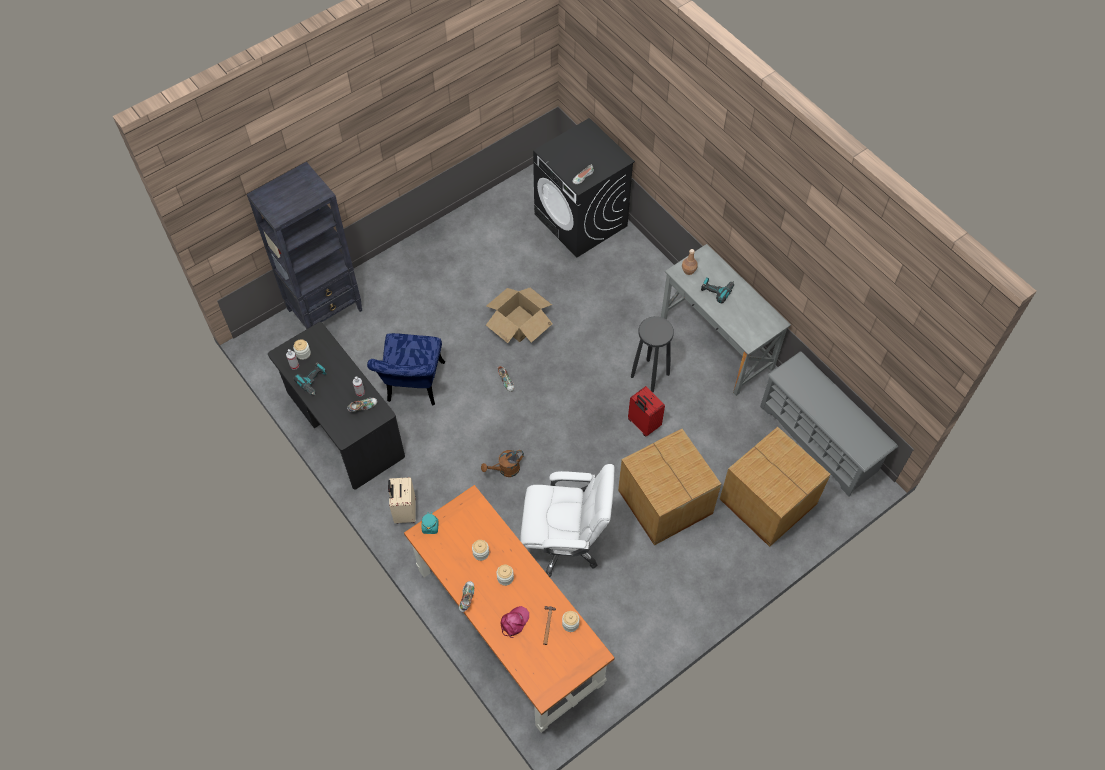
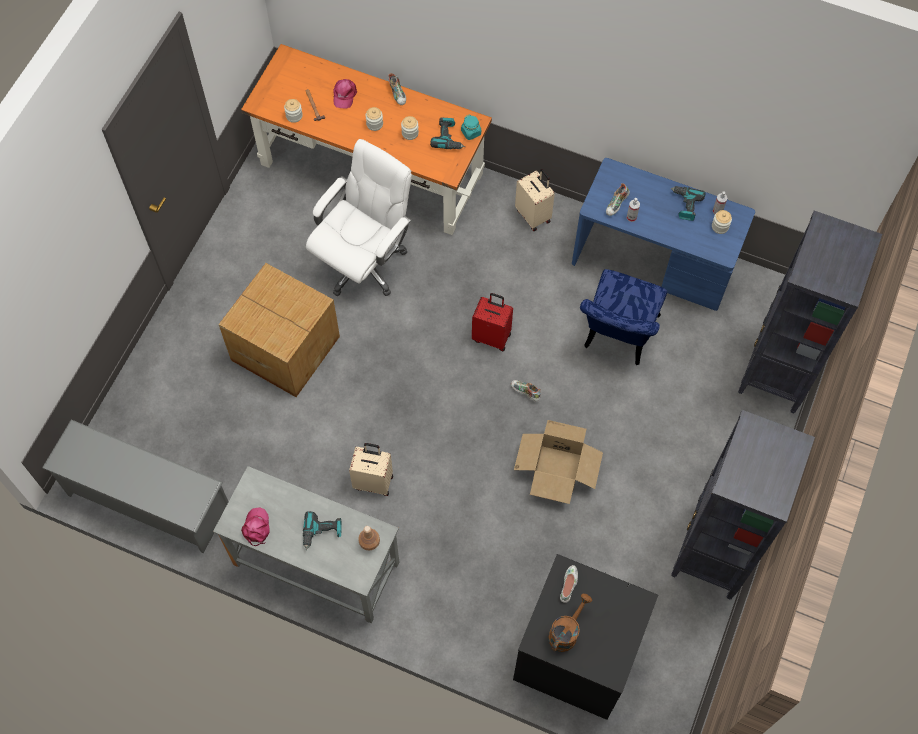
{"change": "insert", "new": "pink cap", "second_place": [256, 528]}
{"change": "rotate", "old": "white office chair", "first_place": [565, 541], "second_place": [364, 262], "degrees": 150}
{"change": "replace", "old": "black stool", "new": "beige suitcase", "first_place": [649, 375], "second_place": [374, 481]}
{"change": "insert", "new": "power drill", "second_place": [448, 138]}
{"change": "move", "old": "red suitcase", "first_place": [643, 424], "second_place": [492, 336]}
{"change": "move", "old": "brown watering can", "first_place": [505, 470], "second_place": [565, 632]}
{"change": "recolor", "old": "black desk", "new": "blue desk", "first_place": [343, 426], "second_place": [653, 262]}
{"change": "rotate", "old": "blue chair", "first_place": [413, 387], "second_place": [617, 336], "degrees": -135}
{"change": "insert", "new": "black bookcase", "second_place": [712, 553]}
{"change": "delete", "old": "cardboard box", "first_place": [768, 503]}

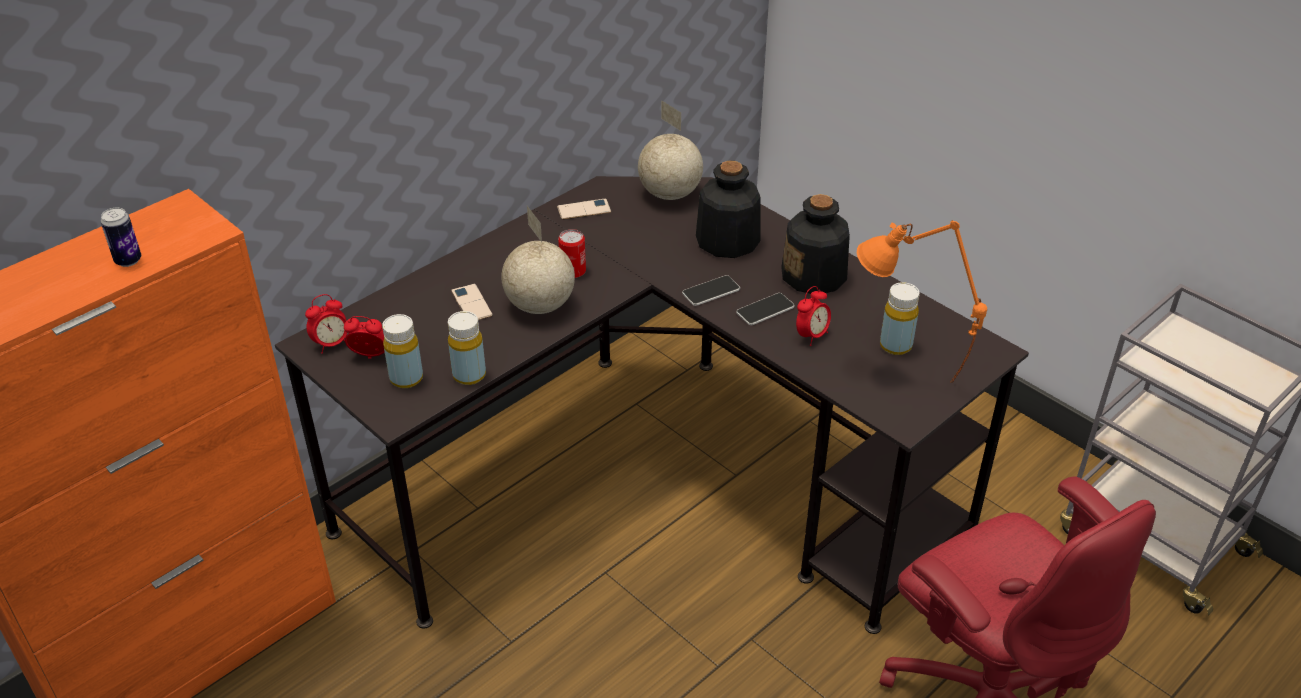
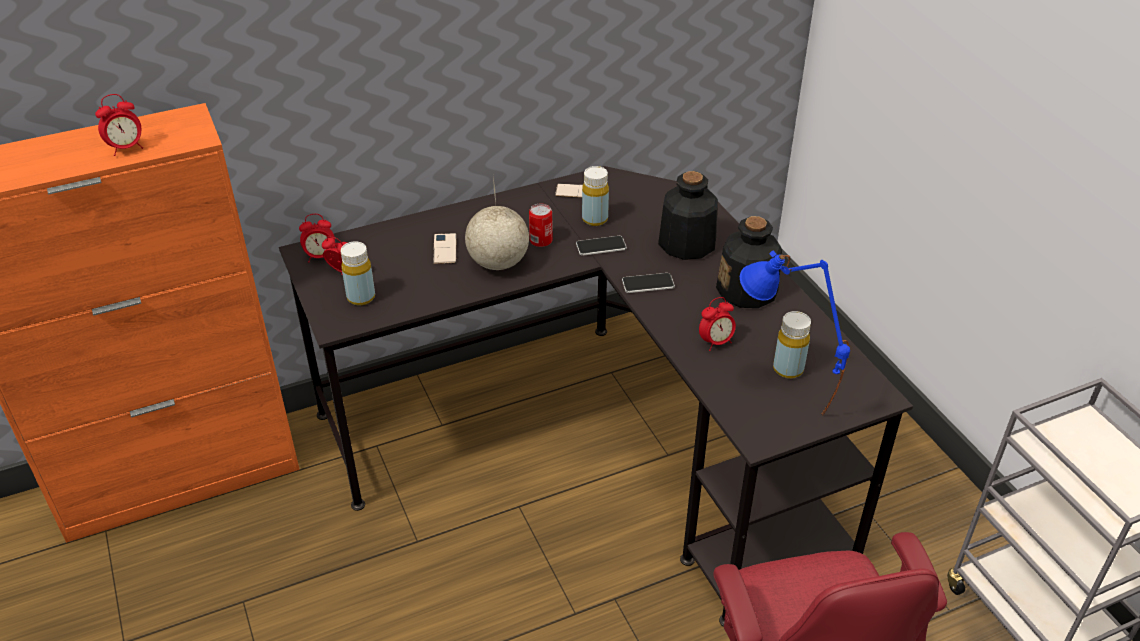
{"change": "replace", "old": "can", "new": "alarm clock", "first_place": [128, 260], "second_place": [126, 148]}
{"change": "move", "old": "phone", "first_place": [765, 310], "second_place": [601, 246]}
{"change": "move", "old": "yellow bottle", "first_place": [469, 375], "second_place": [595, 219]}
{"change": "recolor", "old": "orange table lamp", "new": "blue table lamp", "first_place": [904, 380], "second_place": [778, 402]}
{"change": "delete", "old": "globe", "first_place": [670, 194]}

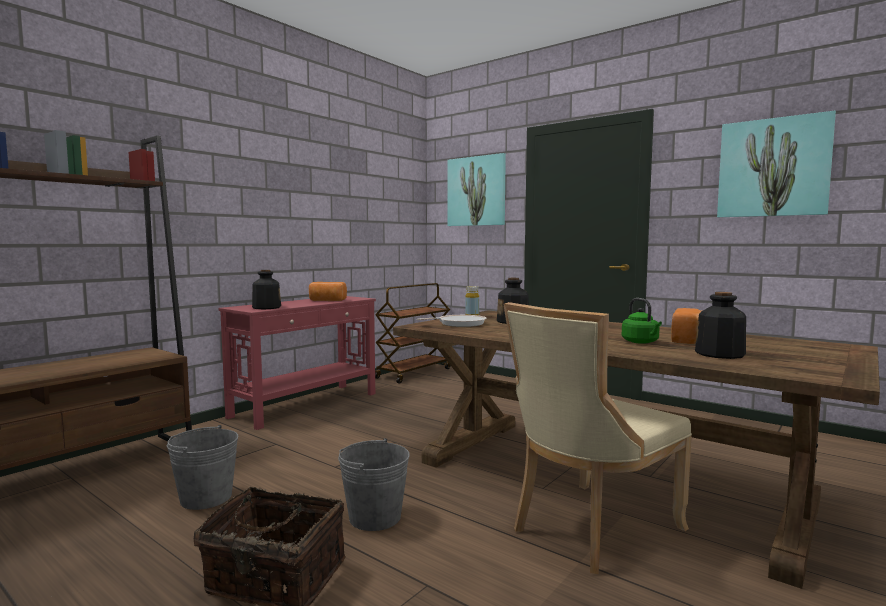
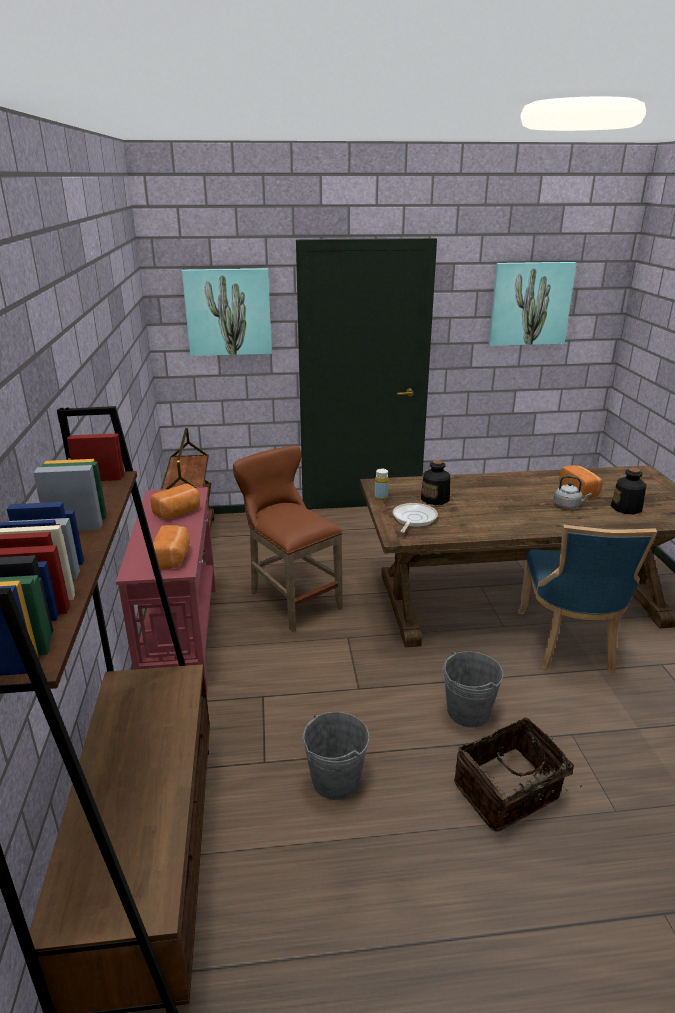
{"change": "replace", "old": "bottle", "new": "bread", "first_place": [266, 307], "second_place": [173, 558]}
{"change": "insert", "new": "brown stool", "second_place": [290, 599]}
{"change": "recolor", "old": "beige chair", "new": "blue chair", "first_place": [590, 529], "second_place": [568, 644]}
{"change": "recolor", "old": "green kettle", "new": "grey kettle", "first_place": [641, 342], "second_place": [568, 506]}

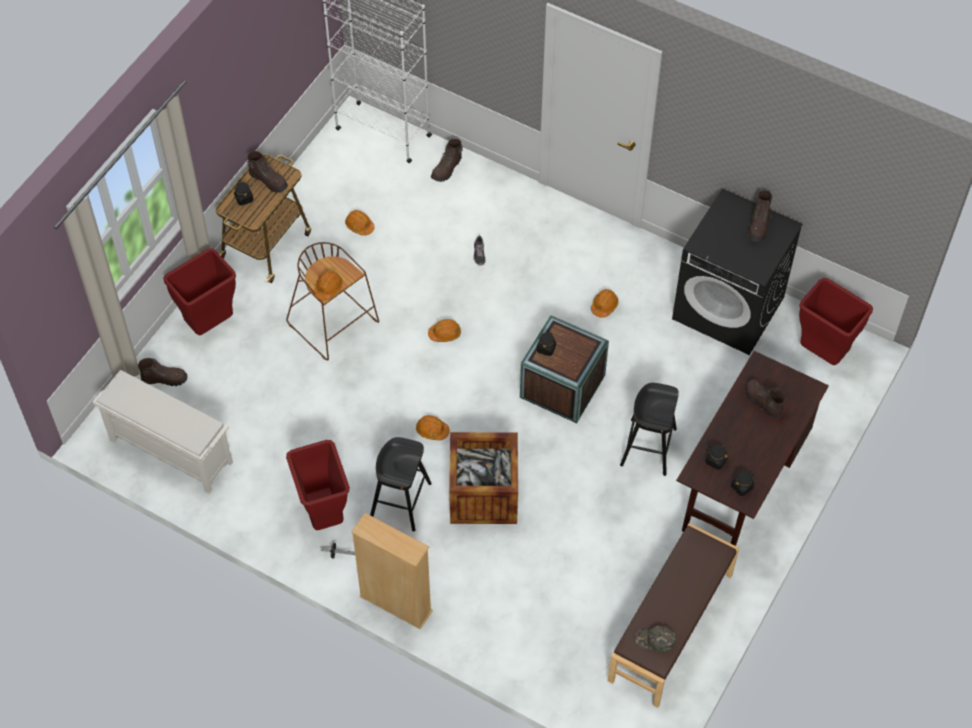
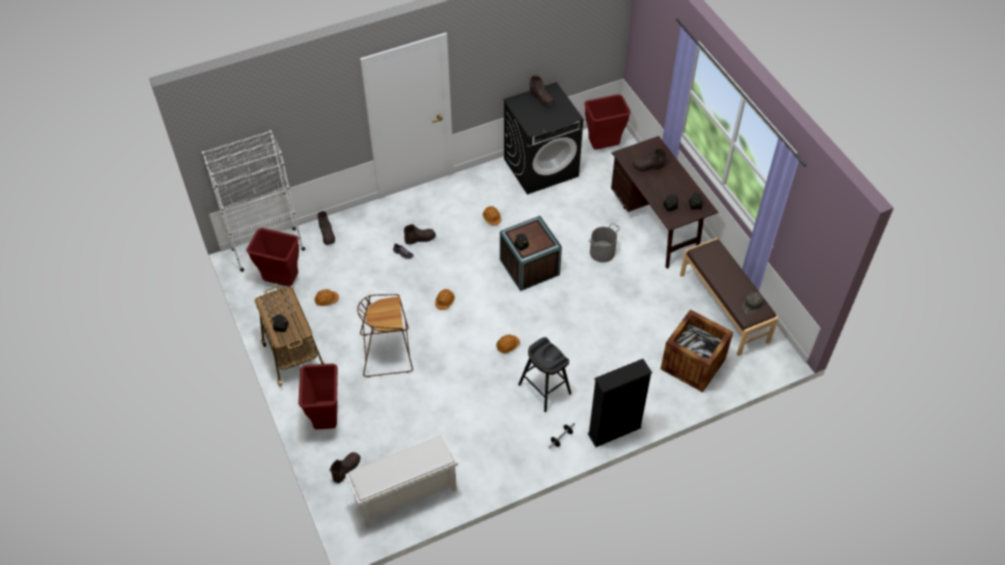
{"change": "move", "old": "red trash can", "first_place": [325, 515], "second_place": [283, 282]}
{"change": "move", "old": "brown boot", "first_place": [269, 180], "second_place": [420, 239]}
{"change": "replace", "old": "black stool", "new": "grey bucket", "first_place": [648, 447], "second_place": [602, 252]}
{"change": "recolor", "old": "beige bookcase", "new": "black bookcase", "first_place": [395, 604], "second_place": [614, 431]}
{"change": "move", "old": "crate", "first_place": [483, 494], "second_place": [693, 364]}
{"change": "delete", "old": "orange hard hat", "first_place": [328, 288]}

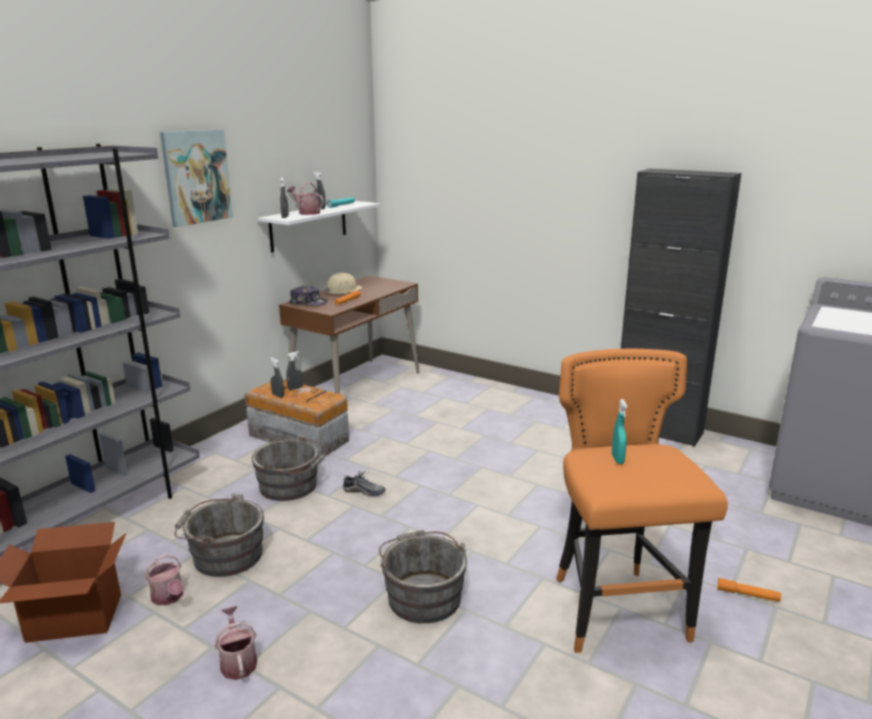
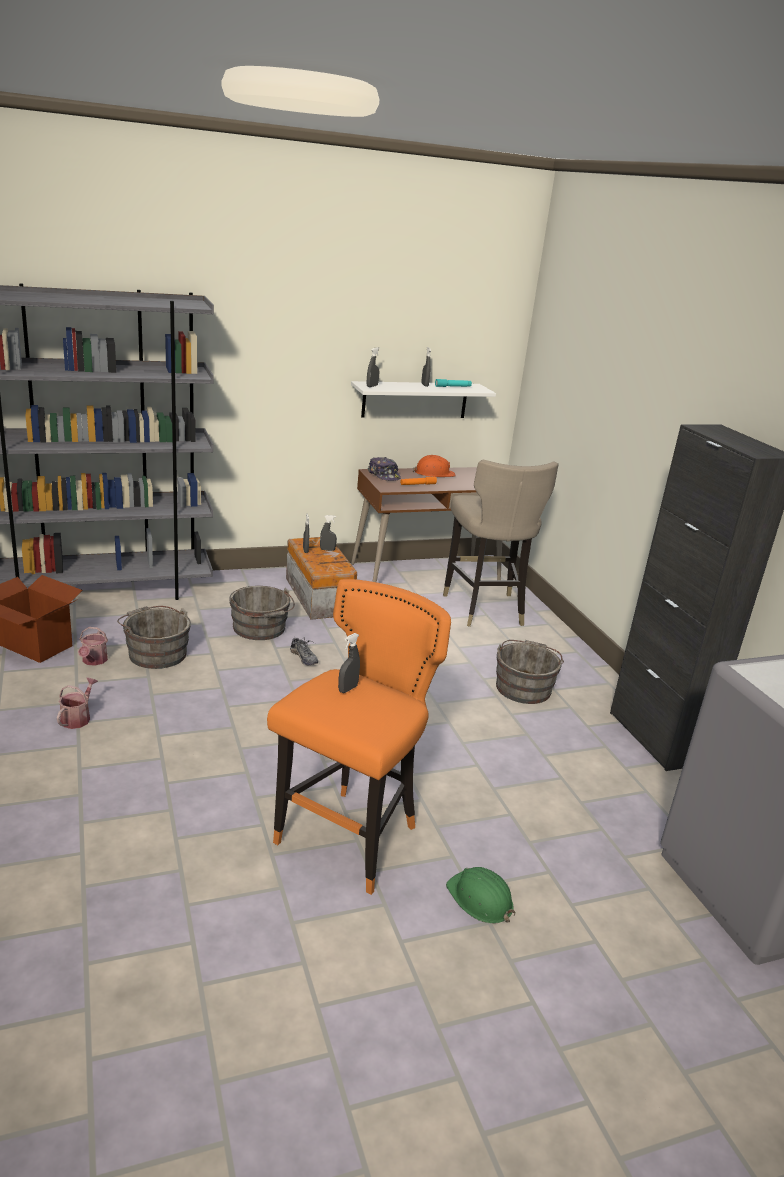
{"change": "recolor", "old": "turquoise spray bottle", "new": "grey spray bottle", "first_place": [617, 459], "second_place": [347, 689]}
{"change": "recolor", "old": "beige hard hat", "new": "orange hard hat", "first_place": [342, 290], "second_place": [434, 473]}
{"change": "insert", "new": "beige stool", "second_place": [484, 609]}
{"change": "replace", "old": "orange flashlight", "new": "green hard hat", "first_place": [747, 595], "second_place": [480, 899]}
{"change": "move", "old": "grey bucket", "first_place": [423, 595], "second_place": [524, 687]}
{"change": "delete", "old": "picture", "first_place": [196, 177]}
{"change": "delete", "old": "watering can", "first_place": [307, 212]}

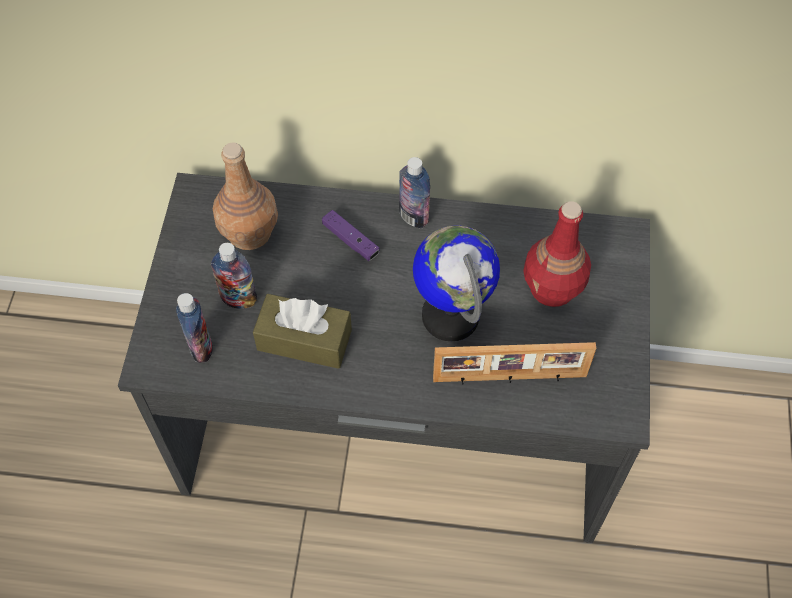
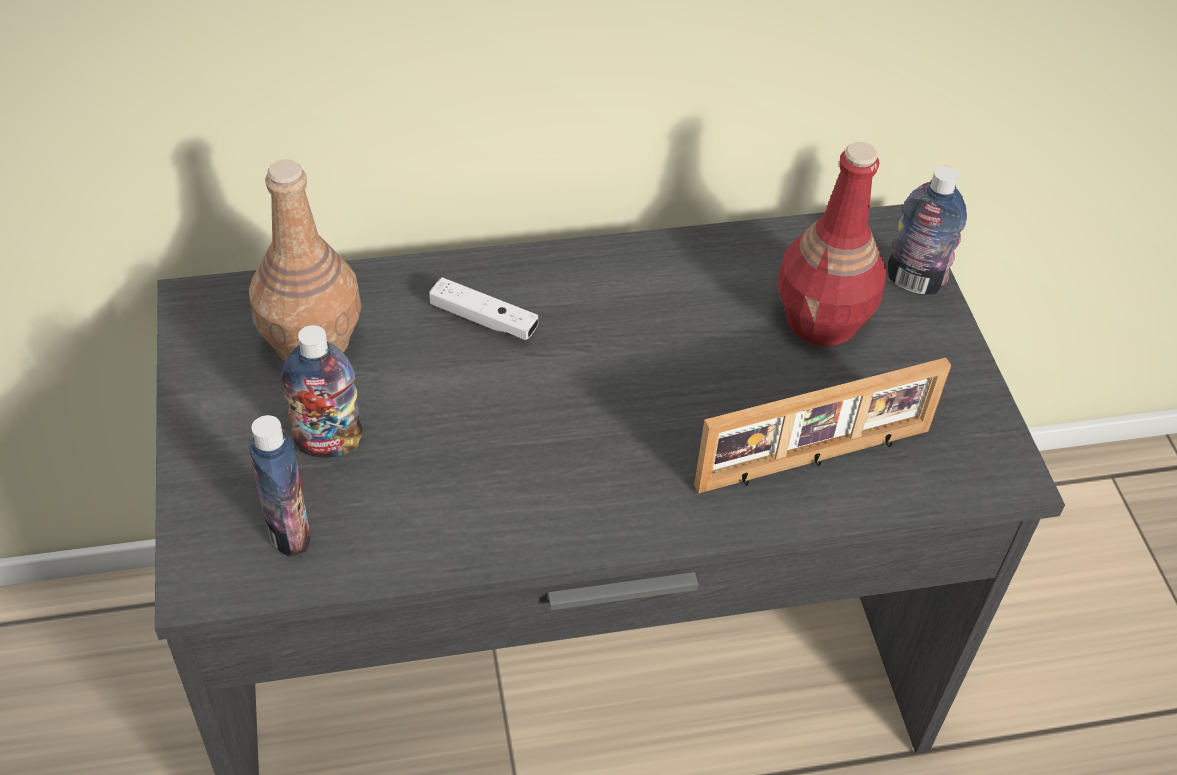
{"change": "recolor", "old": "purple game controller", "new": "white game controller", "first_place": [350, 240], "second_place": [483, 319]}
{"change": "move", "old": "bottle", "first_place": [413, 217], "second_place": [914, 281]}
{"change": "delete", "old": "brown tissue box", "first_place": [304, 340]}
{"change": "delete", "old": "globe", "first_place": [451, 315]}

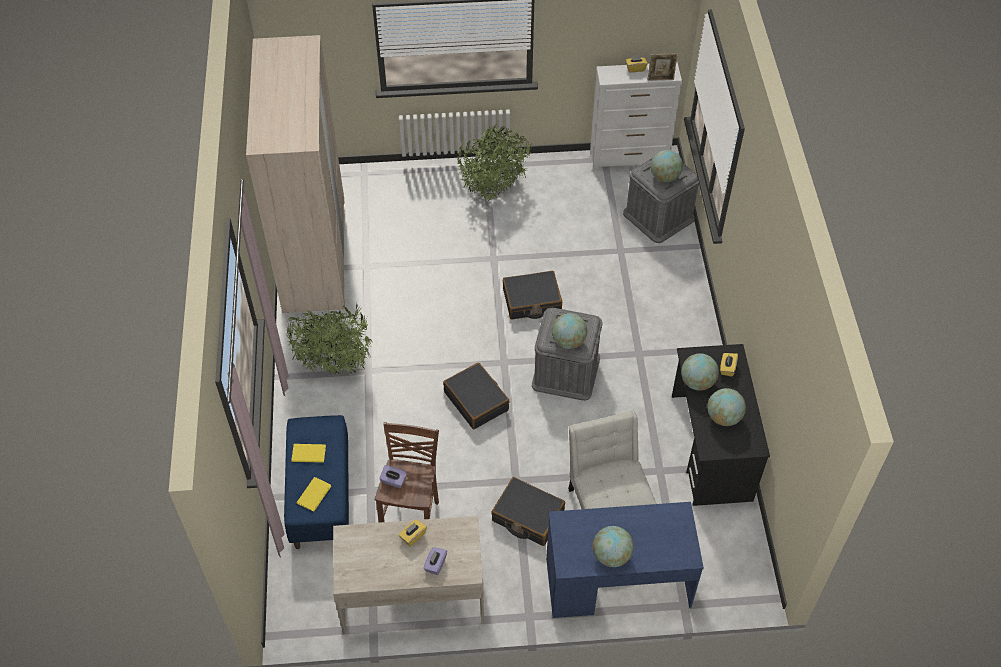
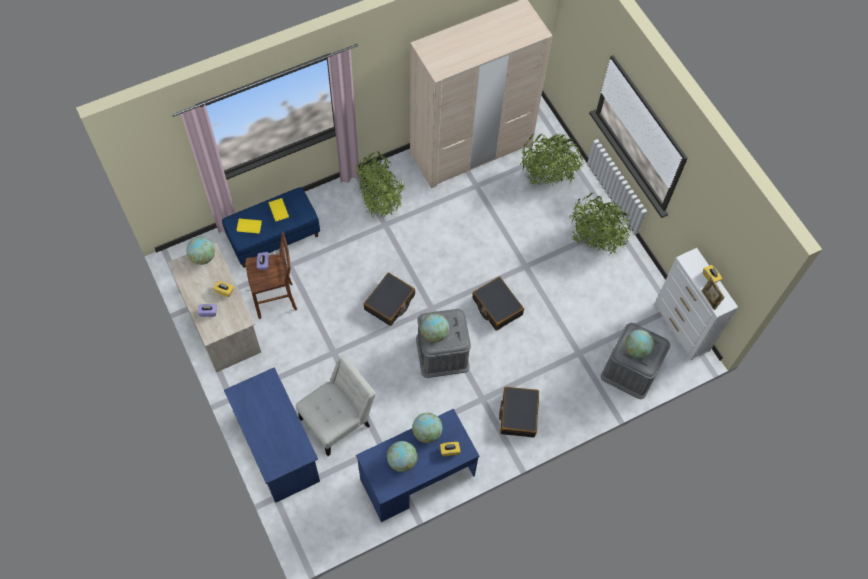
{"change": "move", "old": "globe", "first_place": [611, 555], "second_place": [203, 257]}
{"change": "recolor", "old": "black desk", "new": "blue desk", "first_place": [710, 447], "second_place": [417, 477]}
{"change": "move", "old": "black suitcase", "first_place": [527, 516], "second_place": [518, 414]}
{"change": "insert", "new": "potted plant", "second_place": [546, 177]}

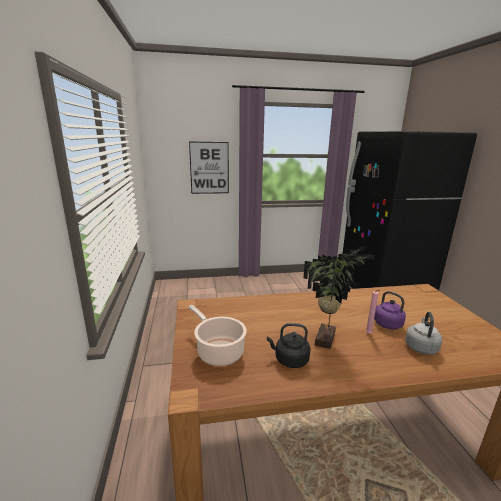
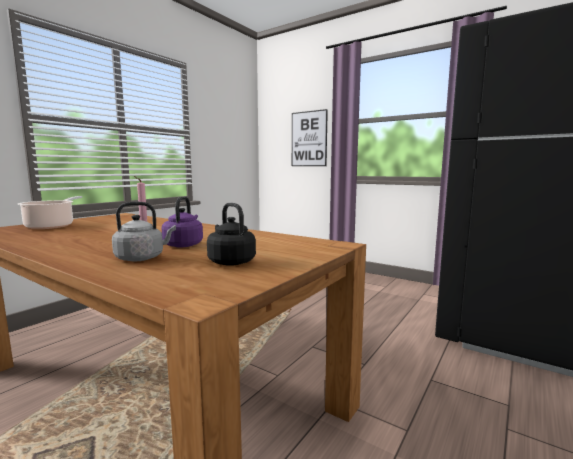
{"change": "move", "old": "black kettle", "first_place": [289, 360], "second_place": [230, 261]}
{"change": "delete", "old": "potted plant", "first_place": [327, 339]}

